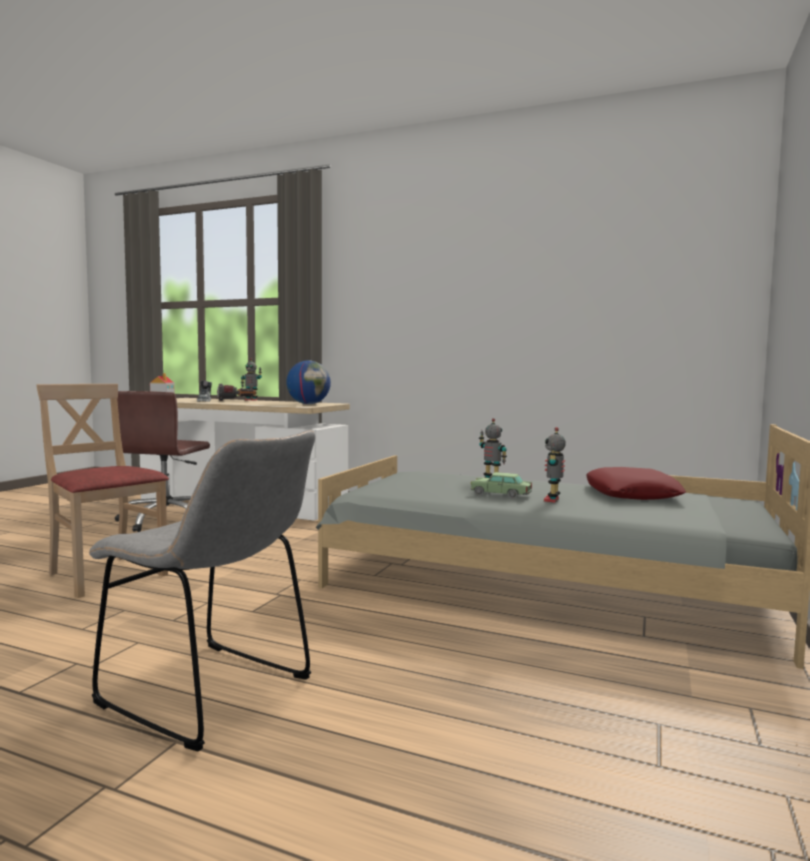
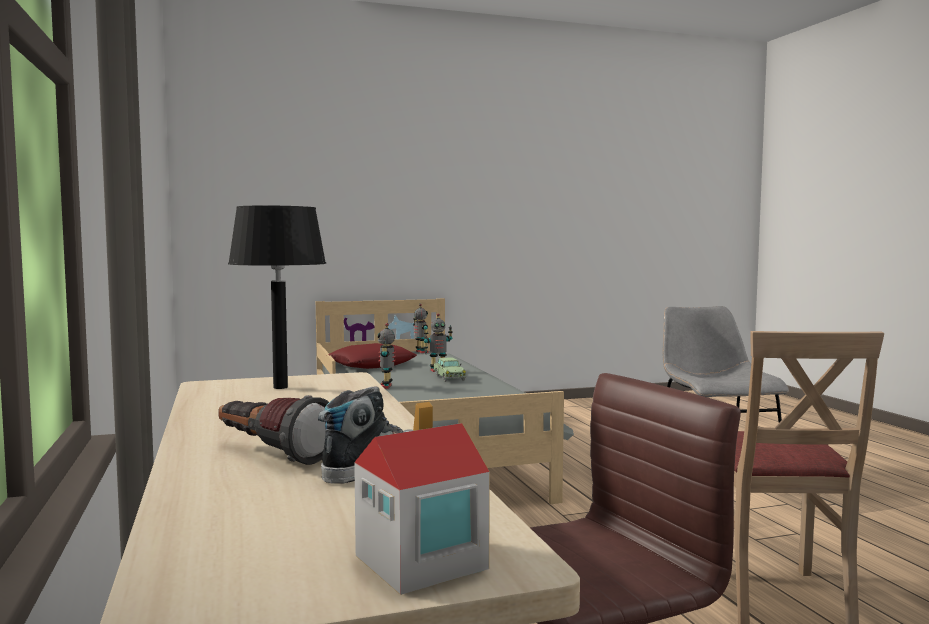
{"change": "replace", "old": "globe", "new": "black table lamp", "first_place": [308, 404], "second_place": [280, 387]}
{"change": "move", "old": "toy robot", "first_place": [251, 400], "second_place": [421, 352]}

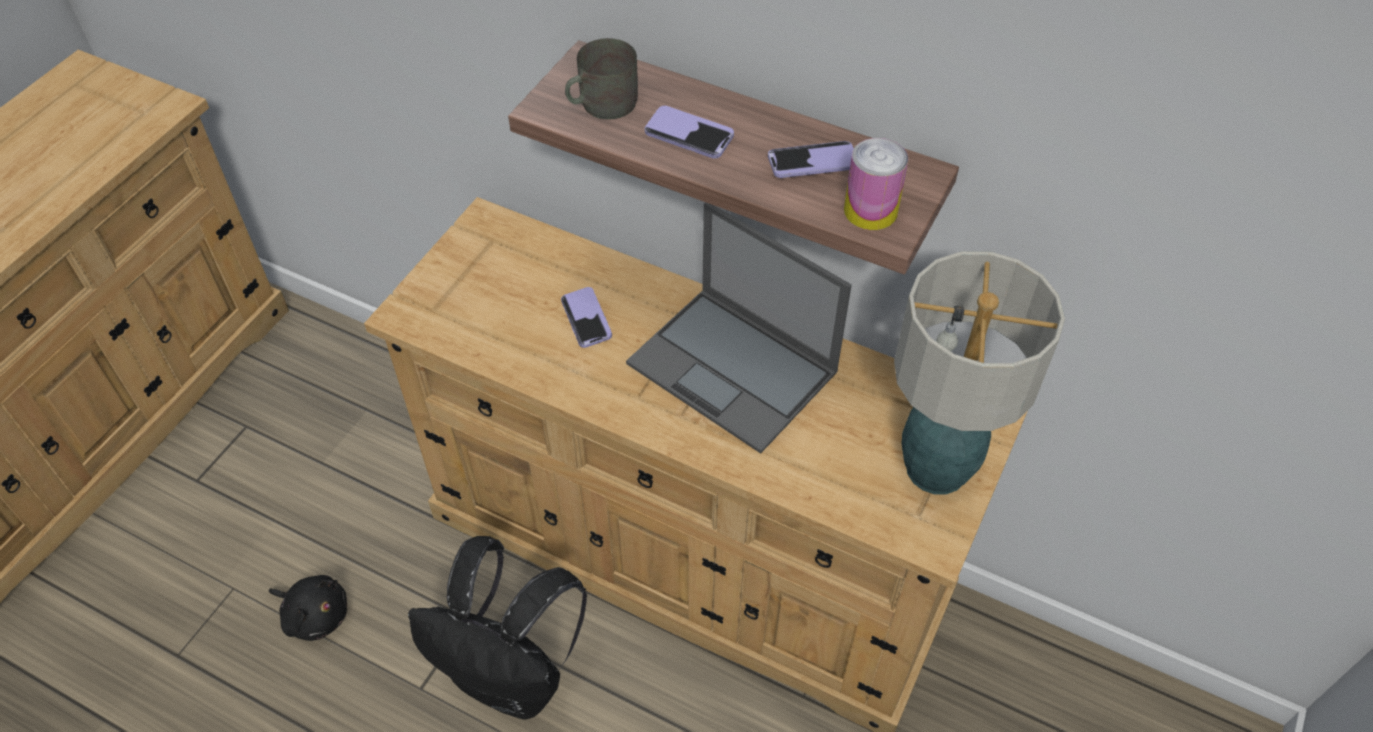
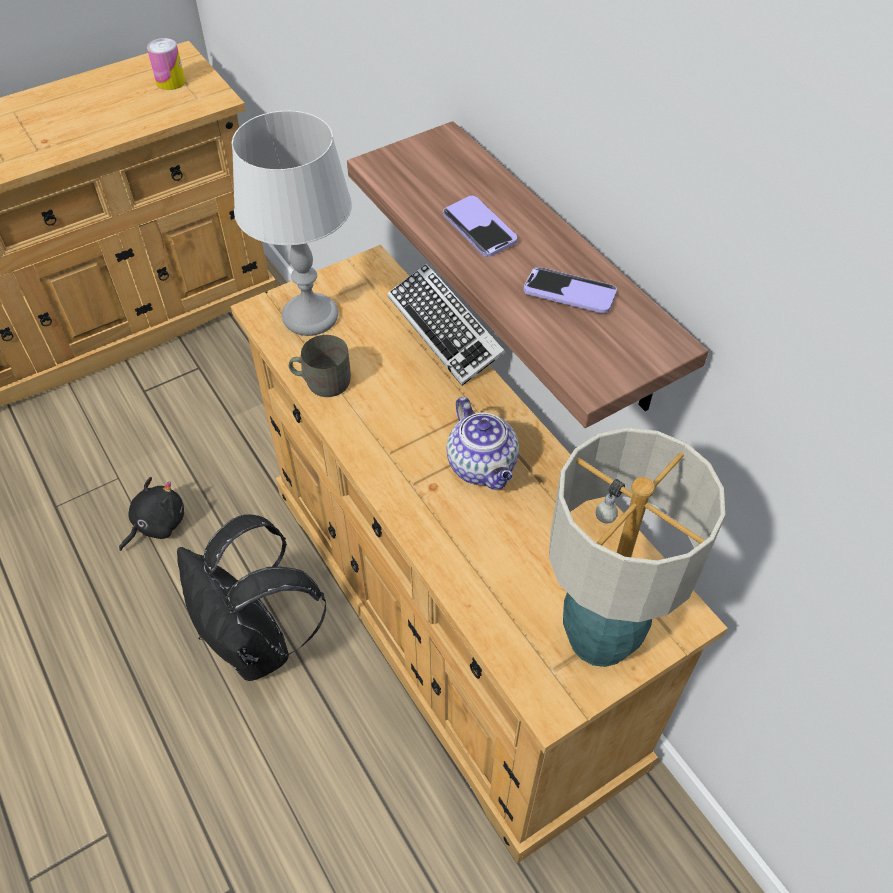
{"change": "rotate", "old": "black plush toy", "first_place": [315, 615], "second_place": [157, 524], "degrees": -105}
{"change": "move", "old": "can", "first_place": [870, 210], "second_place": [170, 82]}
{"change": "insert", "new": "grey table lamp", "second_place": [311, 316]}
{"change": "move", "old": "grey mug", "first_place": [601, 104], "second_place": [322, 381]}
{"change": "insert", "new": "keyboard", "second_place": [445, 330]}
{"change": "replace", "old": "laptop", "new": "teapot", "first_place": [734, 369], "second_place": [483, 467]}
{"change": "delete", "old": "phone", "first_place": [586, 319]}

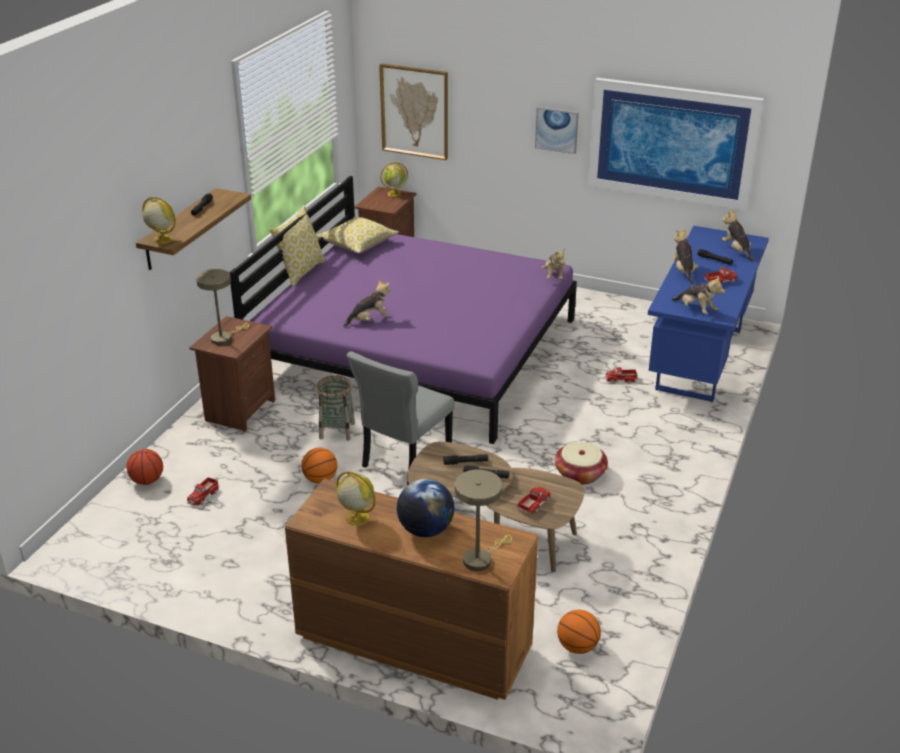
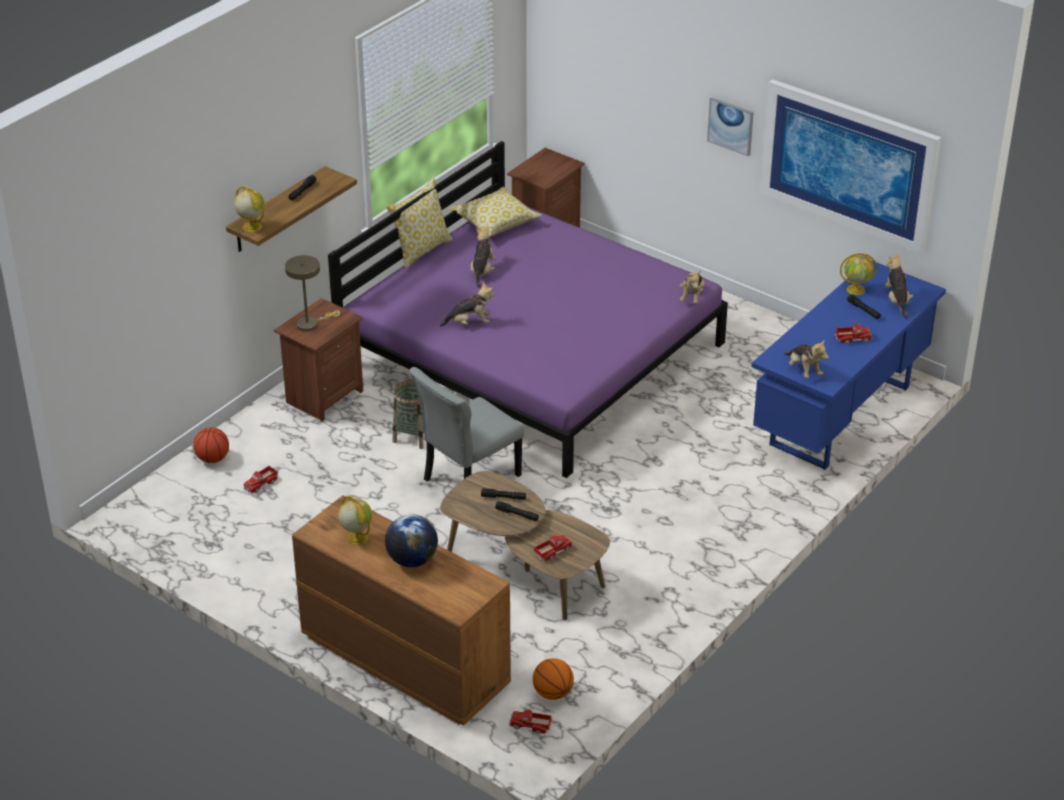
{"change": "move", "old": "plush toy", "first_place": [683, 271], "second_place": [482, 272]}
{"change": "move", "old": "toy truck", "first_place": [620, 379], "second_place": [530, 725]}
{"change": "move", "old": "globe", "first_place": [395, 194], "second_place": [856, 289]}
{"change": "delete", "old": "basketball", "first_place": [320, 479]}
{"change": "delete", "old": "picture", "first_place": [414, 111]}
{"change": "delete", "old": "beige table lamp", "first_place": [480, 558]}
{"change": "delete", "old": "basket", "first_place": [580, 474]}

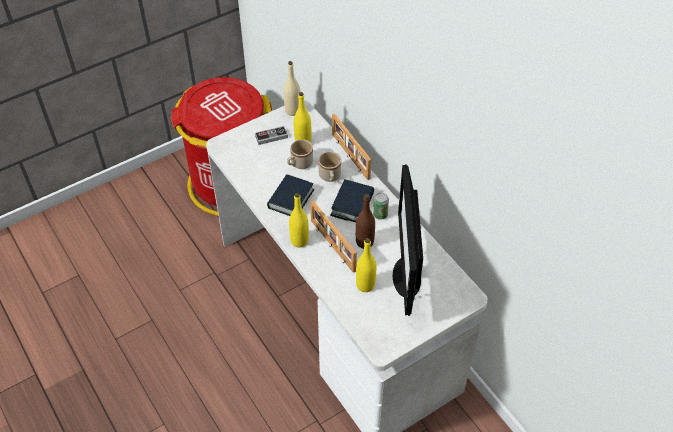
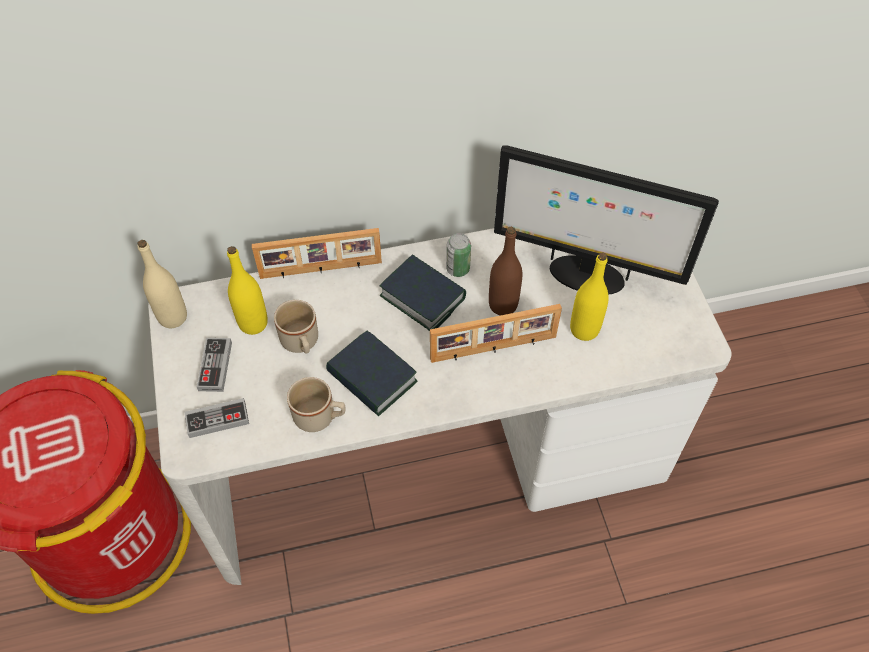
{"change": "insert", "new": "game controller", "second_place": [217, 420]}
{"change": "move", "old": "beige mug", "first_place": [330, 177], "second_place": [320, 417]}
{"change": "delete", "old": "yellow bottle", "first_place": [299, 241]}

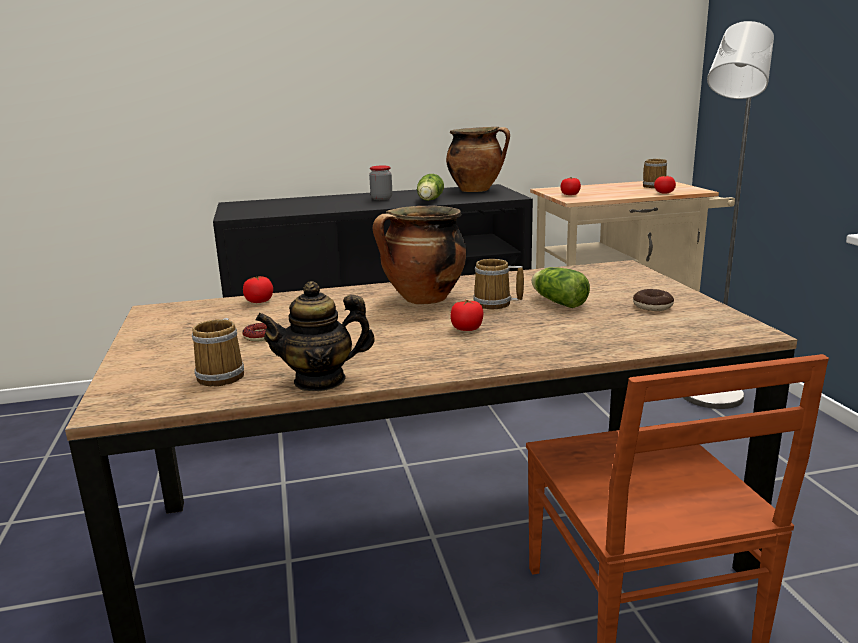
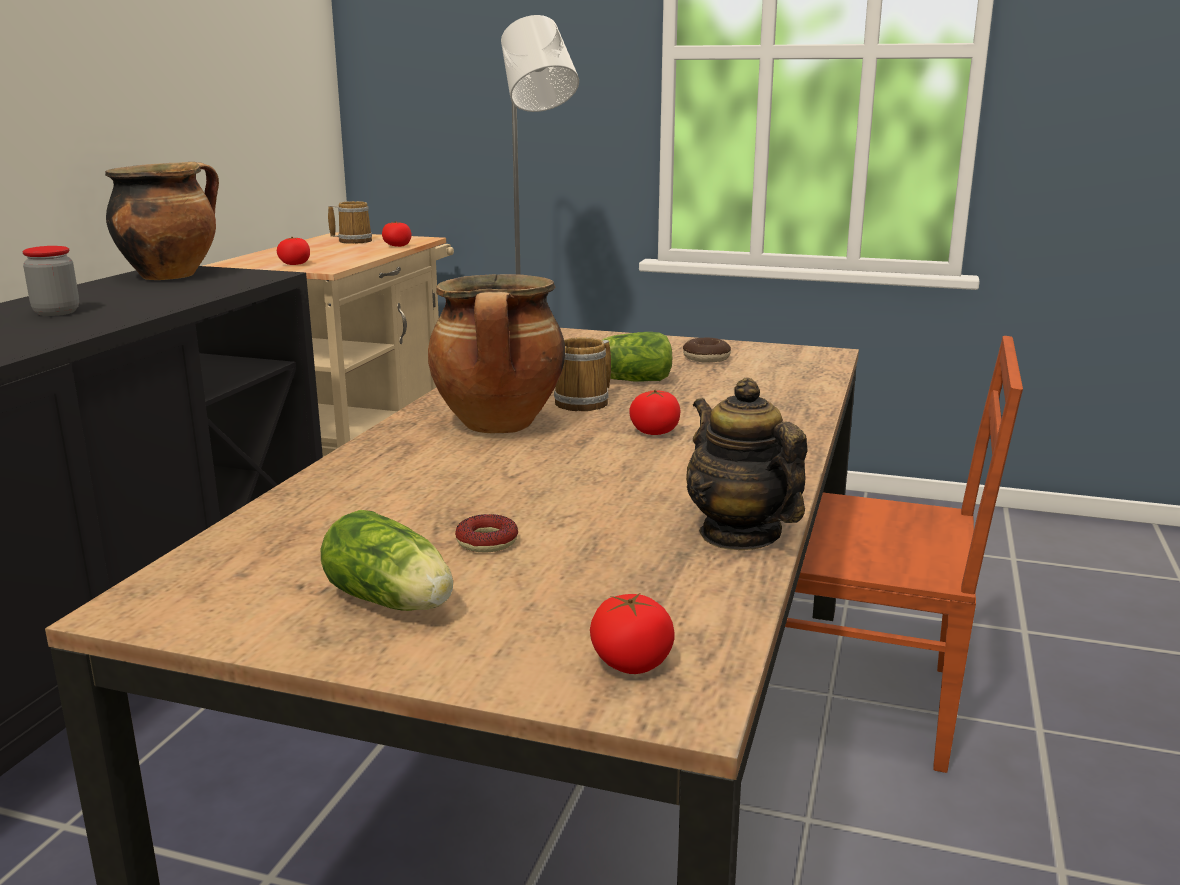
{"change": "move", "old": "lettuce", "first_place": [429, 200], "second_place": [393, 603]}
{"change": "move", "old": "tomato", "first_place": [259, 301], "second_place": [631, 663]}
{"change": "rotate", "old": "teapot", "first_place": [320, 380], "second_place": [739, 534], "degrees": 135}
{"change": "delete", "old": "mug", "first_place": [223, 375]}

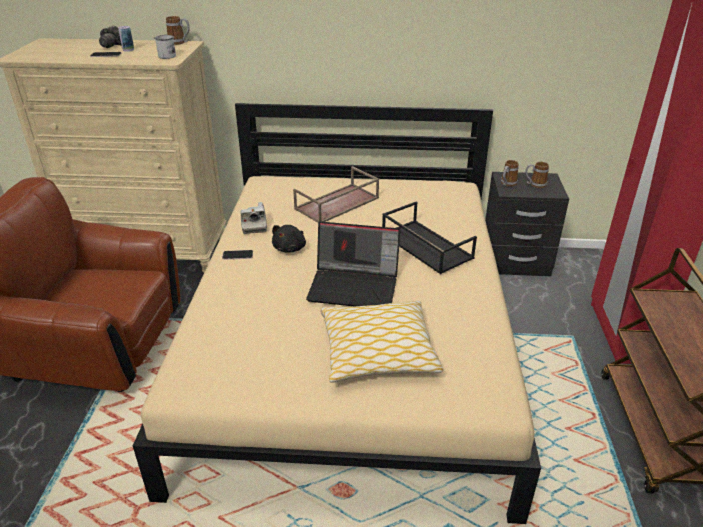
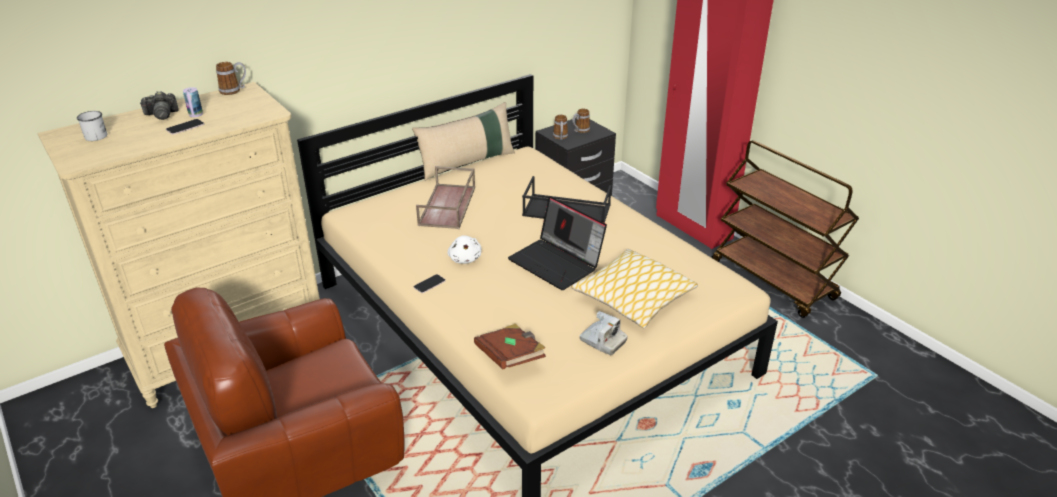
{"change": "move", "old": "white mug", "first_place": [168, 55], "second_place": [96, 135]}
{"change": "insert", "new": "beige pillow", "second_place": [467, 163]}
{"change": "recolor", "old": "black plush toy", "new": "white plush toy", "first_place": [290, 248], "second_place": [465, 258]}
{"change": "insert", "new": "brown book", "second_place": [510, 357]}
{"change": "rotate", "old": "laptop", "first_place": [355, 286], "second_place": [557, 263], "degrees": 75}
{"change": "move", "old": "photo camera", "first_place": [254, 226], "second_place": [602, 341]}

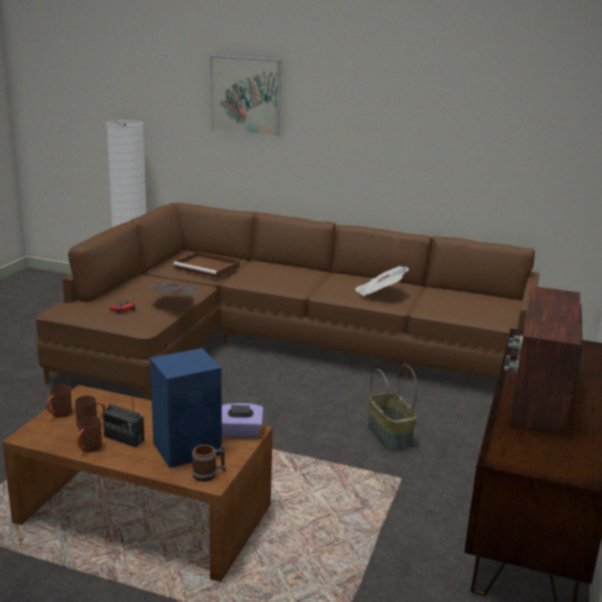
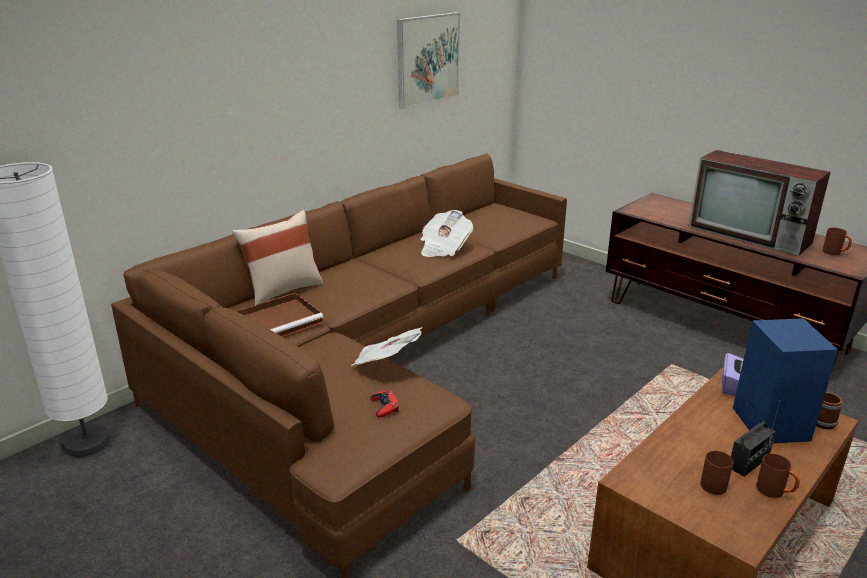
{"change": "insert", "new": "beige pillow", "second_place": [282, 291]}
{"change": "move", "old": "picture", "first_place": [245, 95], "second_place": [428, 59]}
{"change": "move", "old": "brown mug", "first_place": [59, 415], "second_place": [835, 253]}
{"change": "delete", "old": "basket", "first_place": [390, 435]}

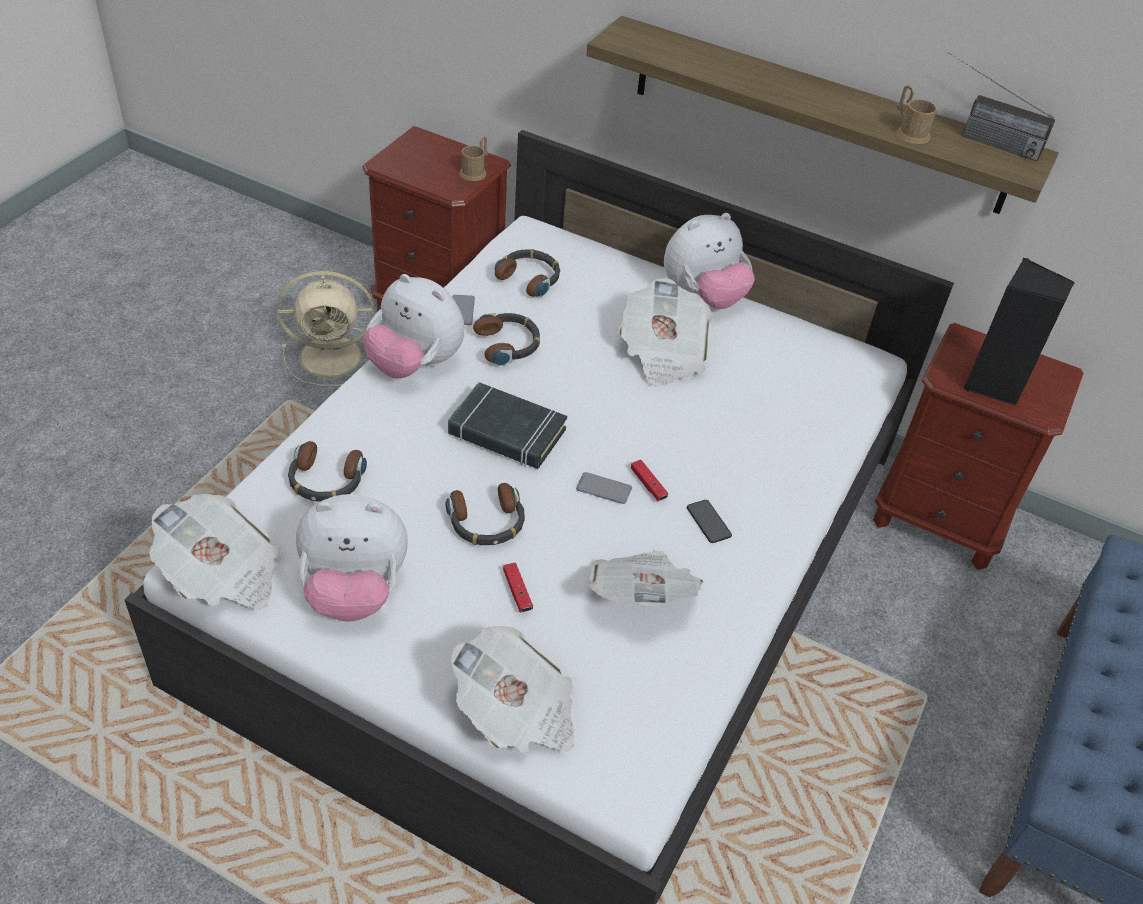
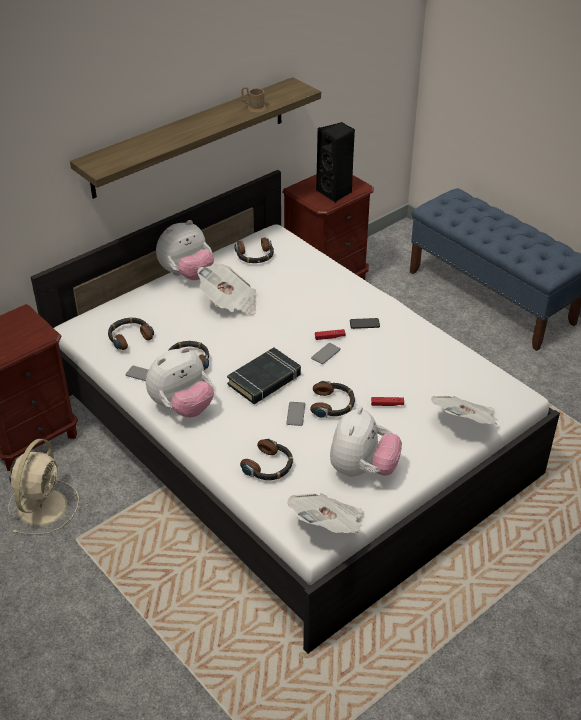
{"change": "rotate", "old": "plush toy", "first_place": [703, 296], "second_place": [187, 274], "degrees": 60}
{"change": "insert", "new": "headphones", "second_place": [255, 256]}
{"change": "insert", "new": "phone", "second_place": [295, 414]}
{"change": "delete", "old": "brown mug", "first_place": [475, 171]}
{"change": "delete", "old": "newspaper", "first_place": [641, 596]}
{"change": "delete", "old": "radio", "first_place": [980, 138]}

